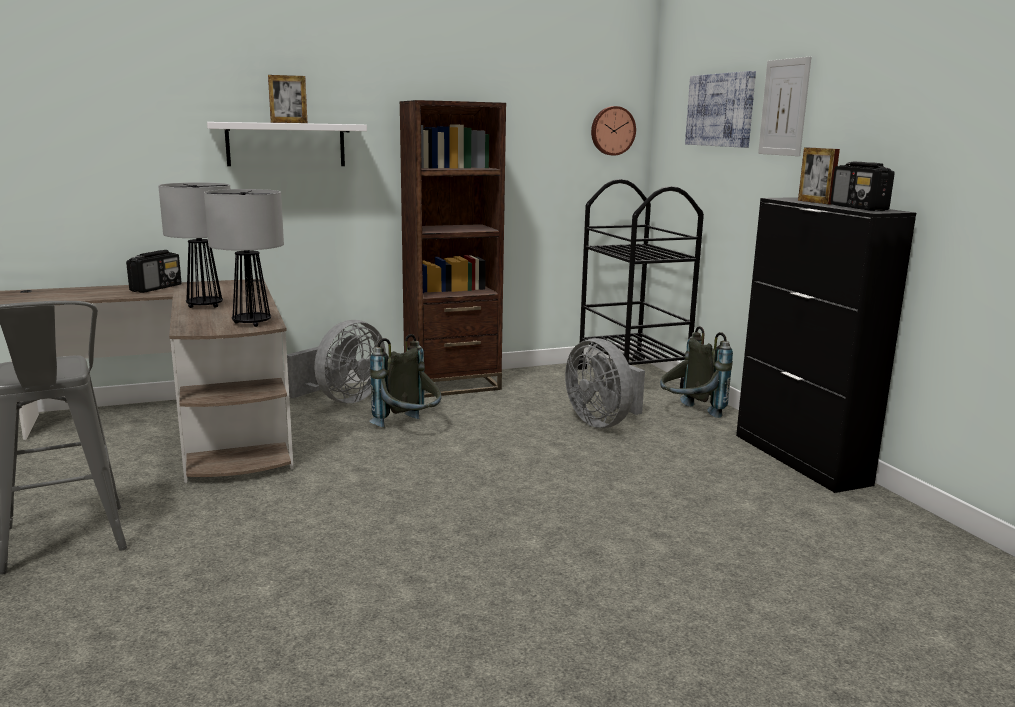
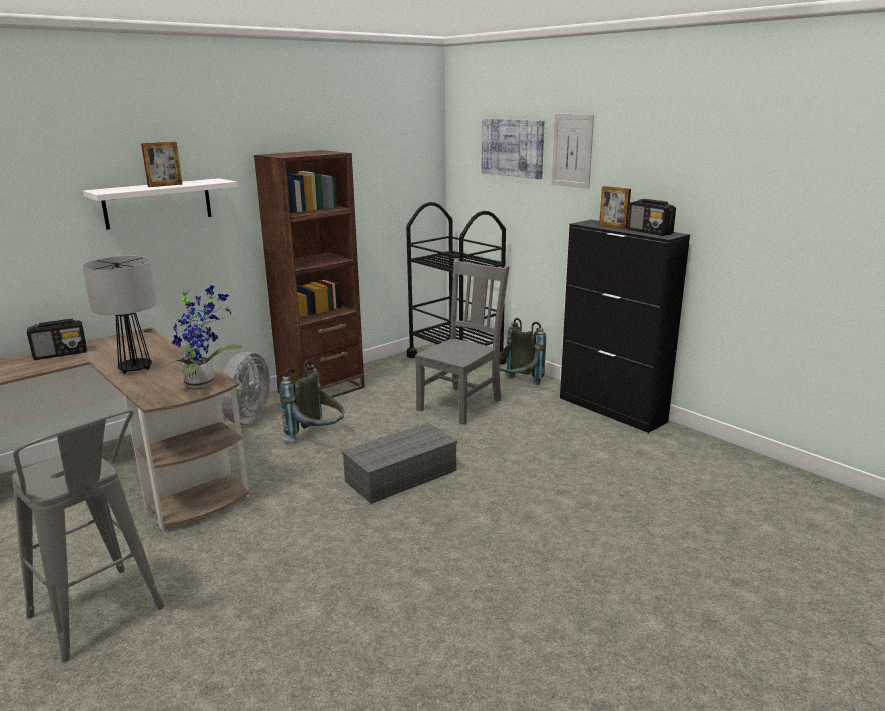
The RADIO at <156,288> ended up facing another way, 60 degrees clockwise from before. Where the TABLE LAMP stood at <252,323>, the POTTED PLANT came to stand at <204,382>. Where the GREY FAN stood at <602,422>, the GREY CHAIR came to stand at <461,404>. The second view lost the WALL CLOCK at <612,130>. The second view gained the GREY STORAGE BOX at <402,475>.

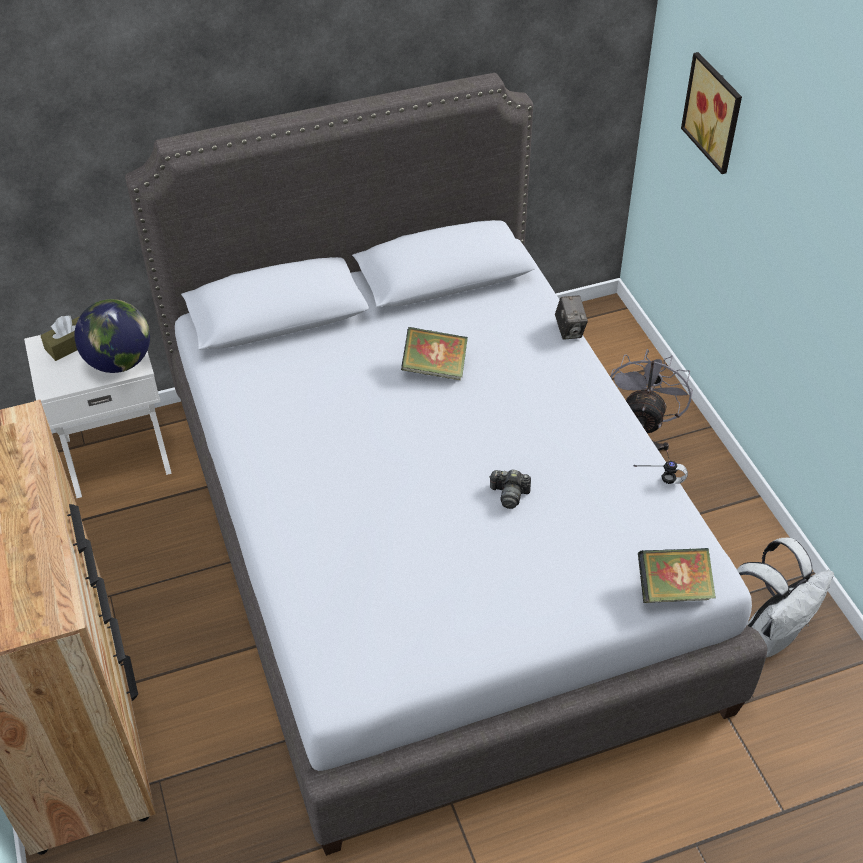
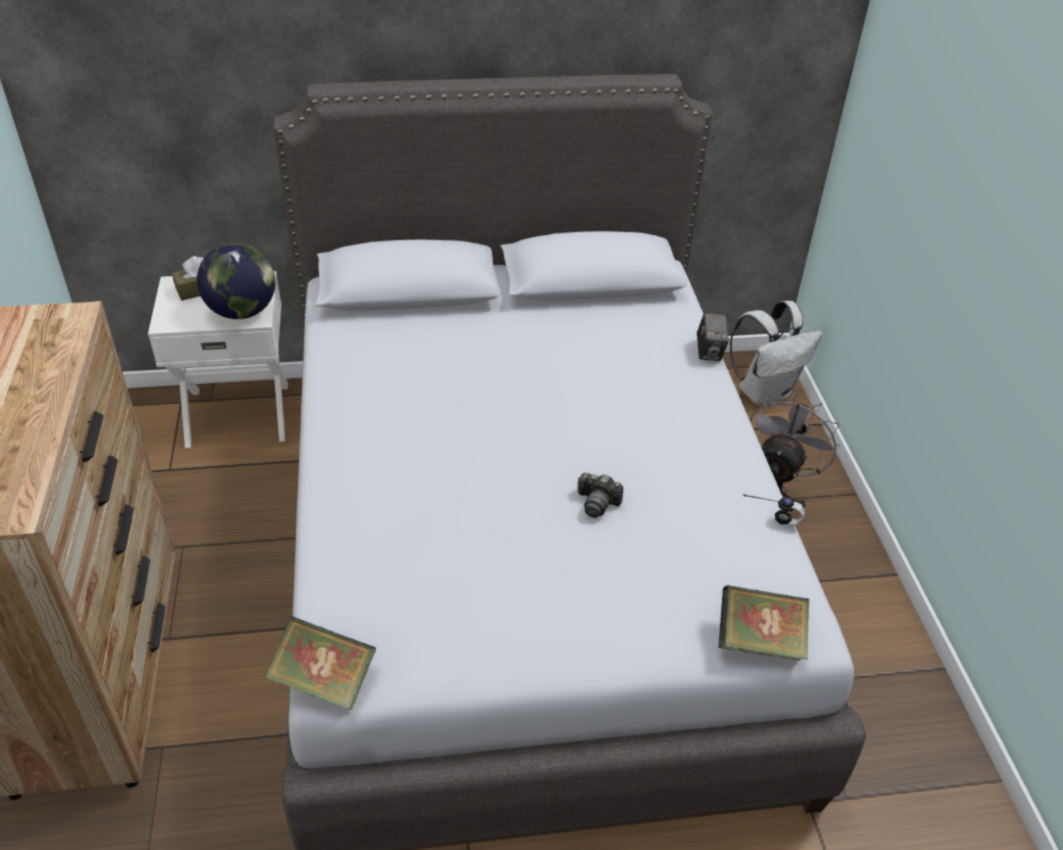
The BOOK ended up elsewhere, having gone from <434,368> to <324,681>. The second view lost the PICTURE at <715,112>. The WHITE BACKPACK ended up elsewhere, having gone from <768,633> to <765,392>.

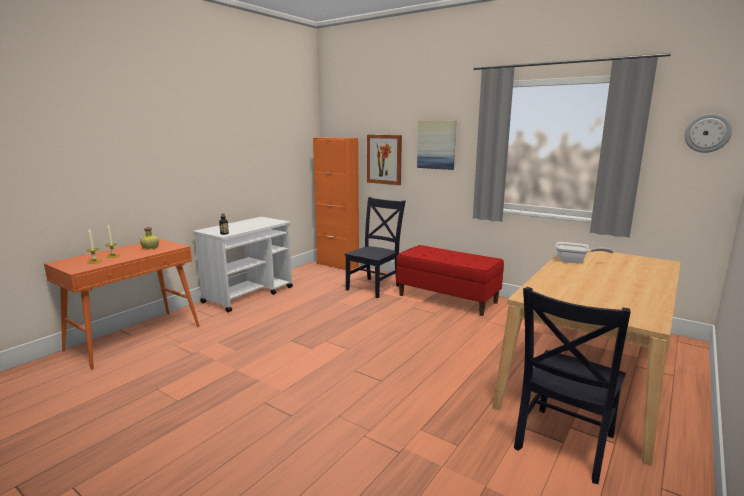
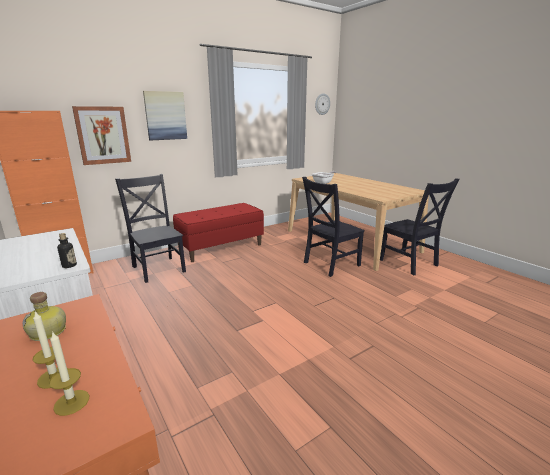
The second view gained the BLACK CHAIR at <329,264>.

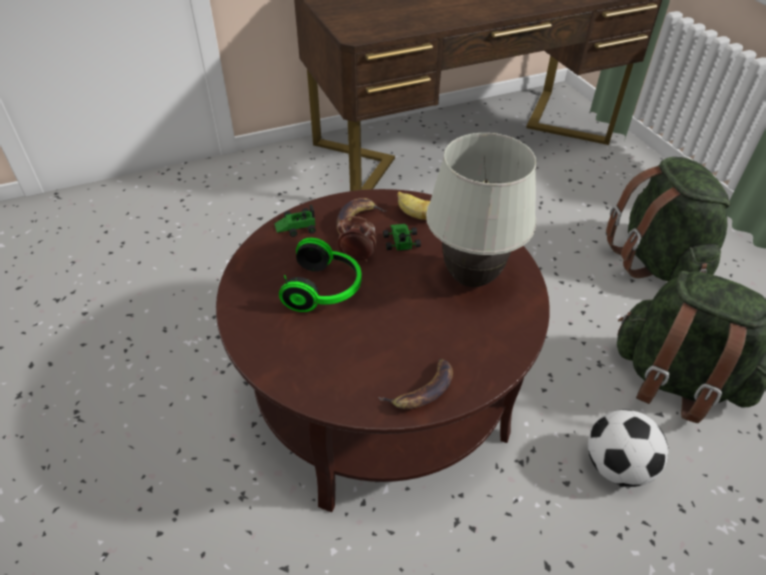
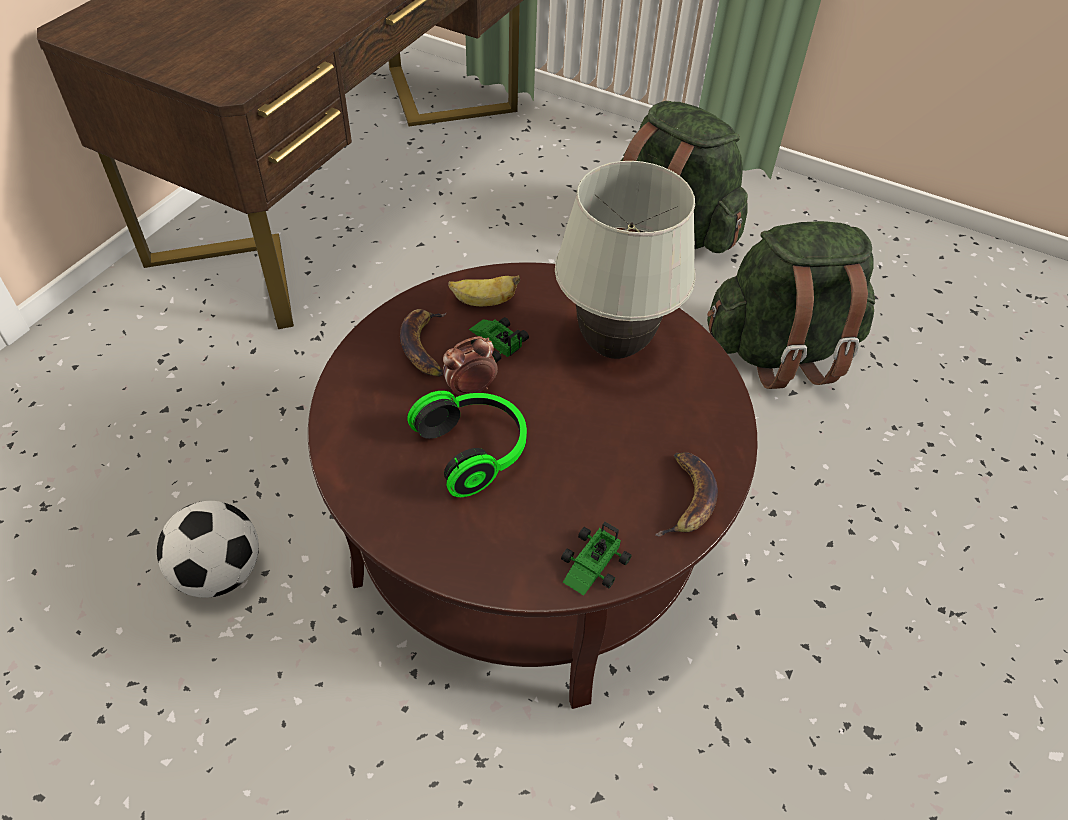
The TOY CAR ended up elsewhere, having gone from <295,226> to <591,566>. The FOOTBALL ended up elsewhere, having gone from <616,466> to <220,572>.

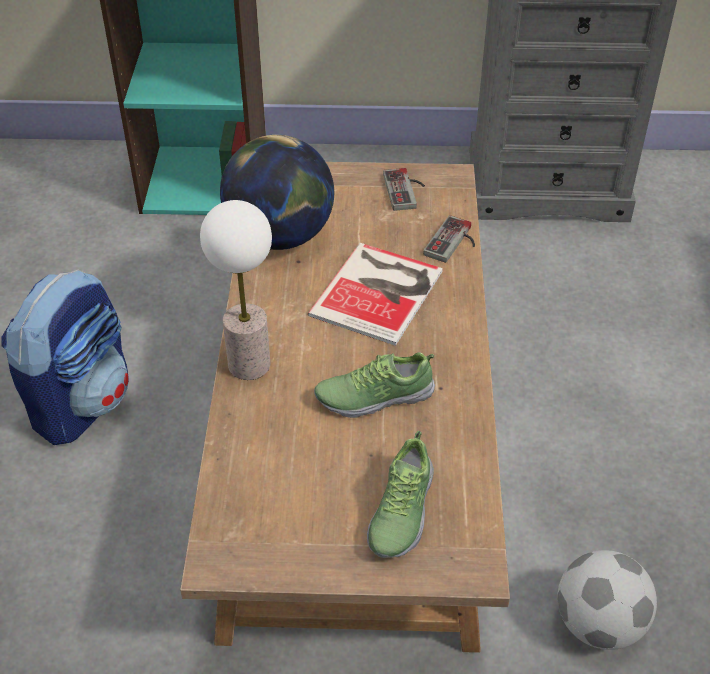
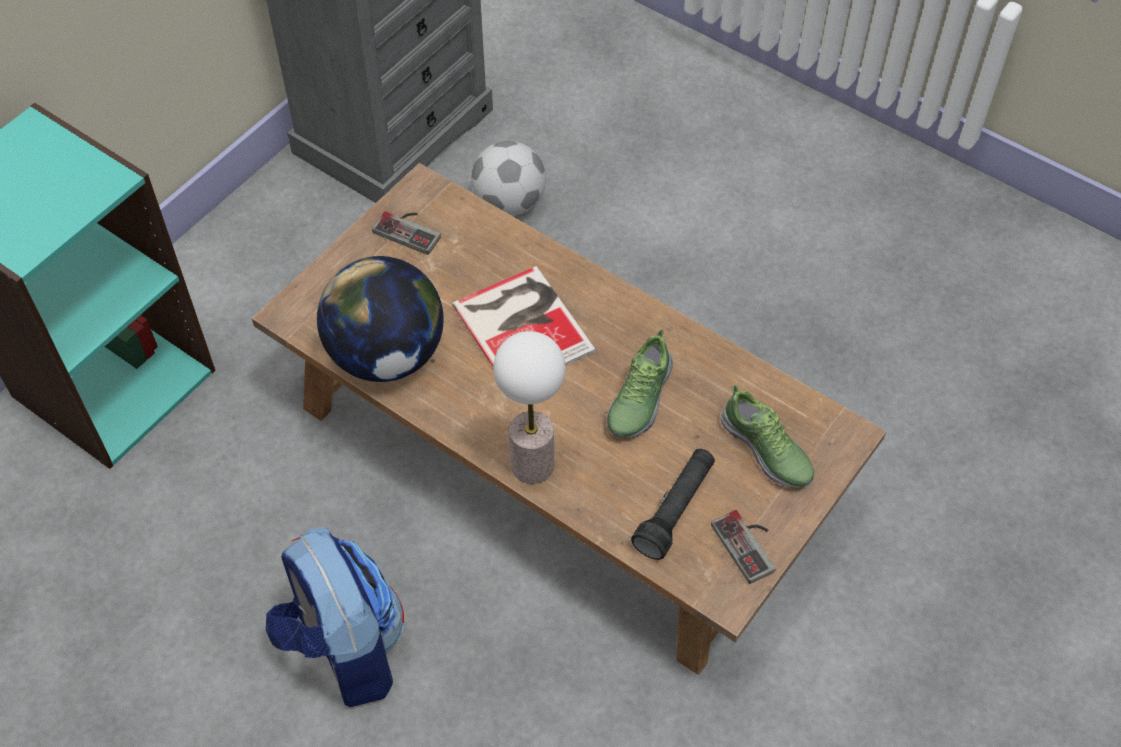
The GAME CONTROLLER ended up elsewhere, having gone from <454,243> to <750,544>. The FOOTBALL ended up elsewhere, having gone from <599,623> to <509,203>. The second view gained the BLACK FLASHLIGHT at <675,510>.

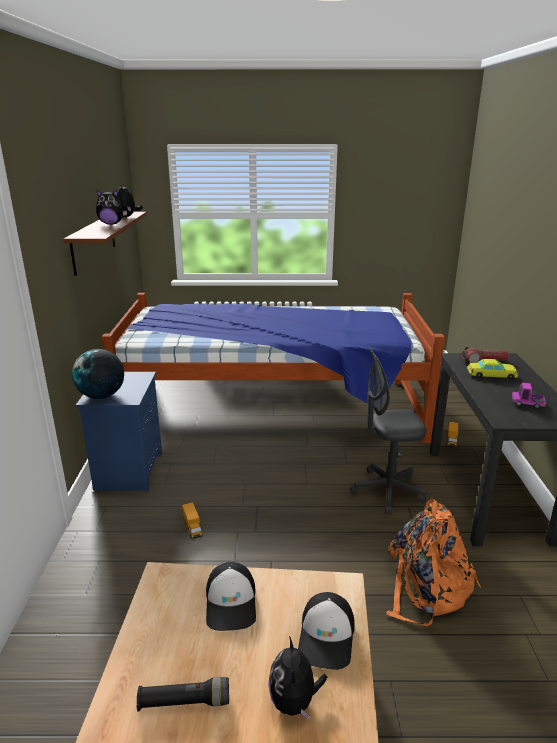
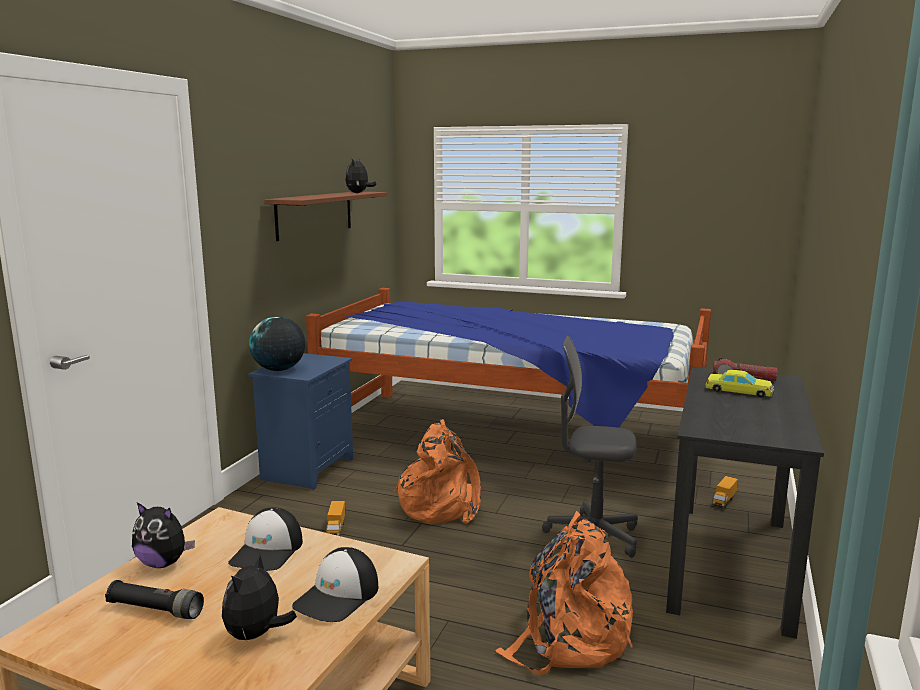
The PLUSH TOY ended up elsewhere, having gone from <111,224> to <163,563>. The second view lost the TOY TRUCK at <527,403>. The second view gained the ORANGE BACKPACK at <441,505>.

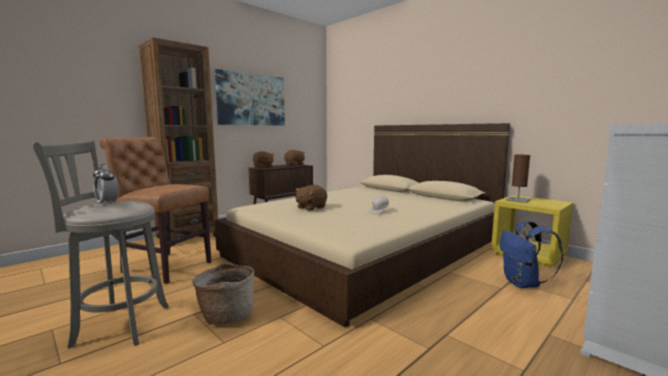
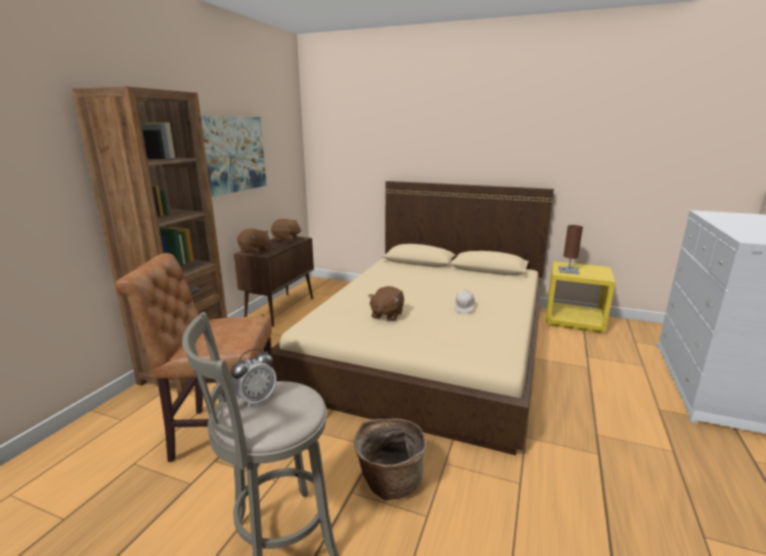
The ALARM CLOCK at <107,203> ended up facing another way, 60 degrees counterclockwise from before. The second view lost the BLUE BACKPACK at <523,284>.

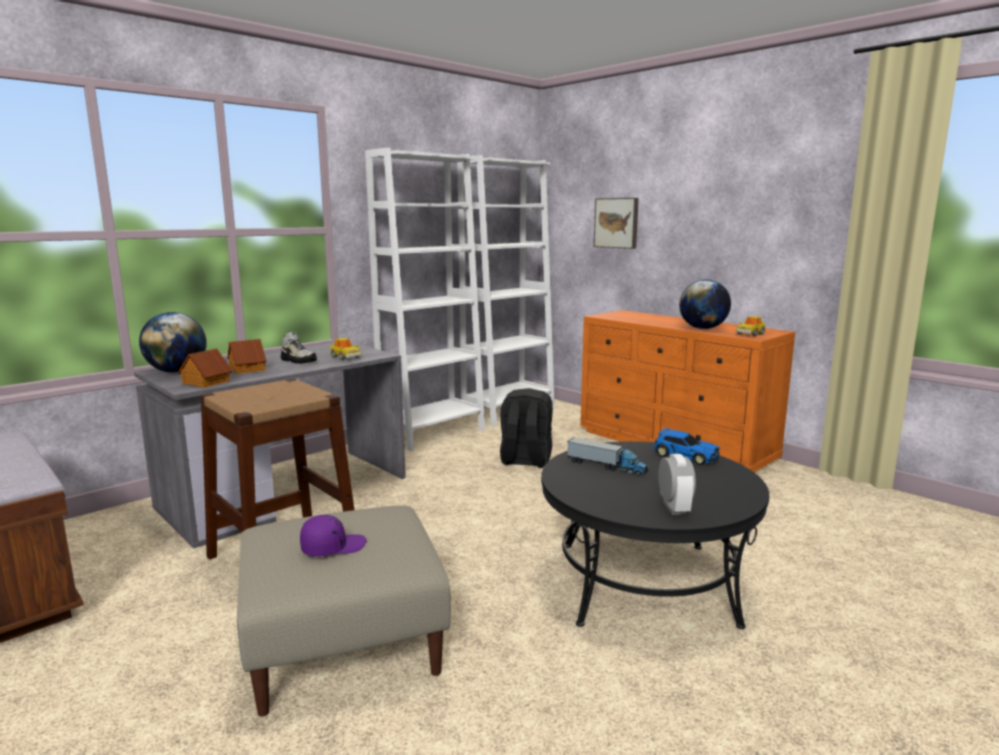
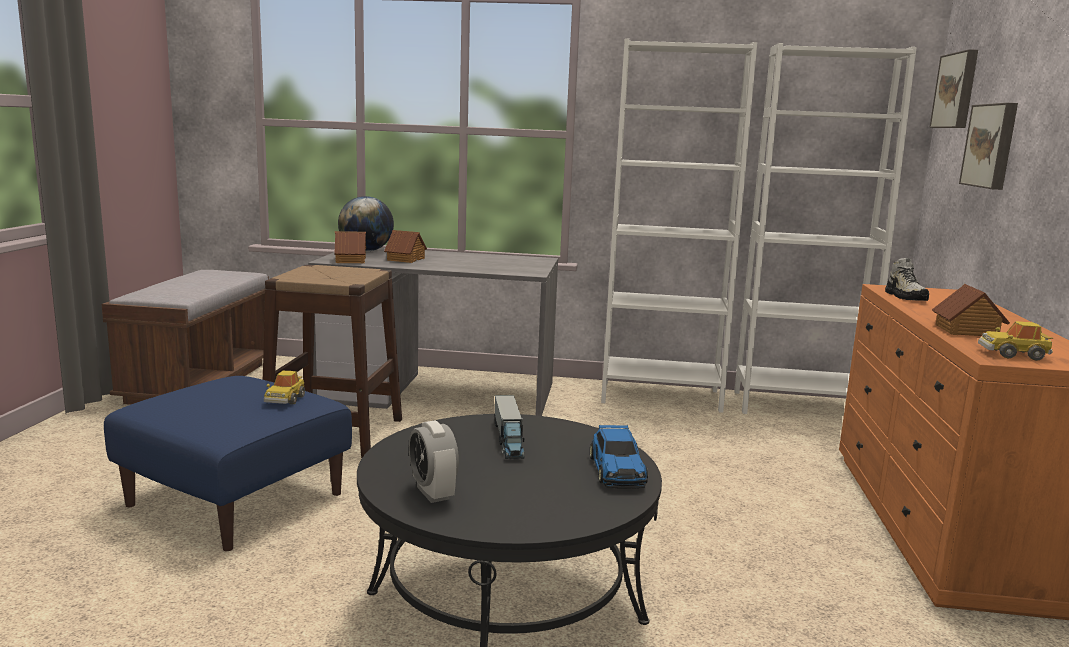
What was the BEIGE OTTOMAN at <345,643> turned into the BLUE OTTOMAN at <237,499>. The SHOE ended up elsewhere, having gone from <298,361> to <905,297>. The second view lost the PURPLE CAP at <333,547>. The TOY CAR ended up elsewhere, having gone from <345,357> to <285,399>. The second view lost the BLACK BACKPACK at <525,461>. The ALARM CLOCK at <674,507> ended up facing another way, 105 degrees clockwise from before. Where the GLOBE stood at <703,328>, the TOY HOUSE came to stand at <966,331>. The second view gained the PICTURE at <957,91>.

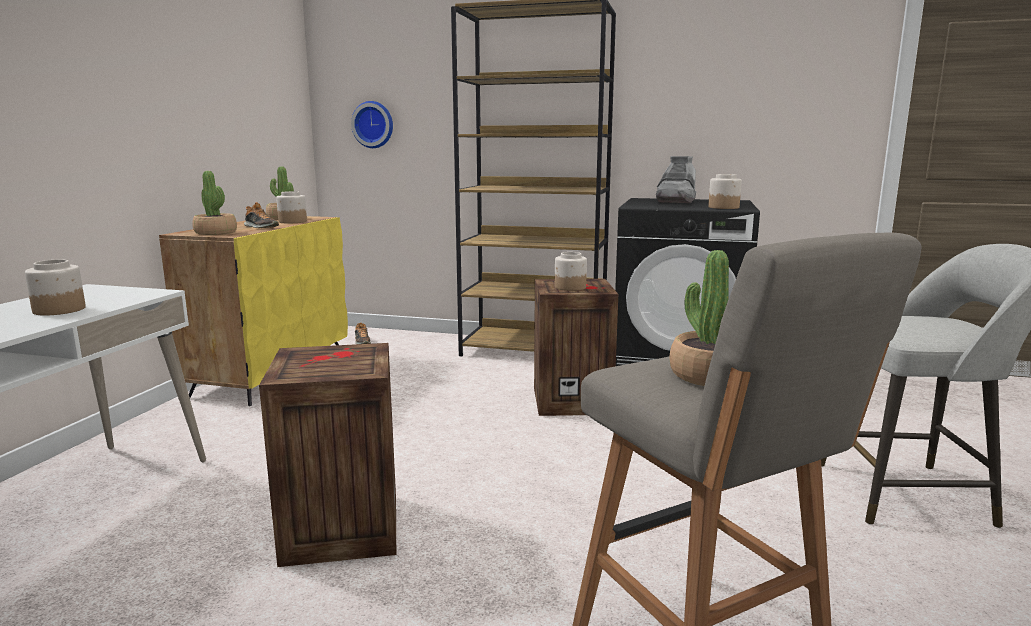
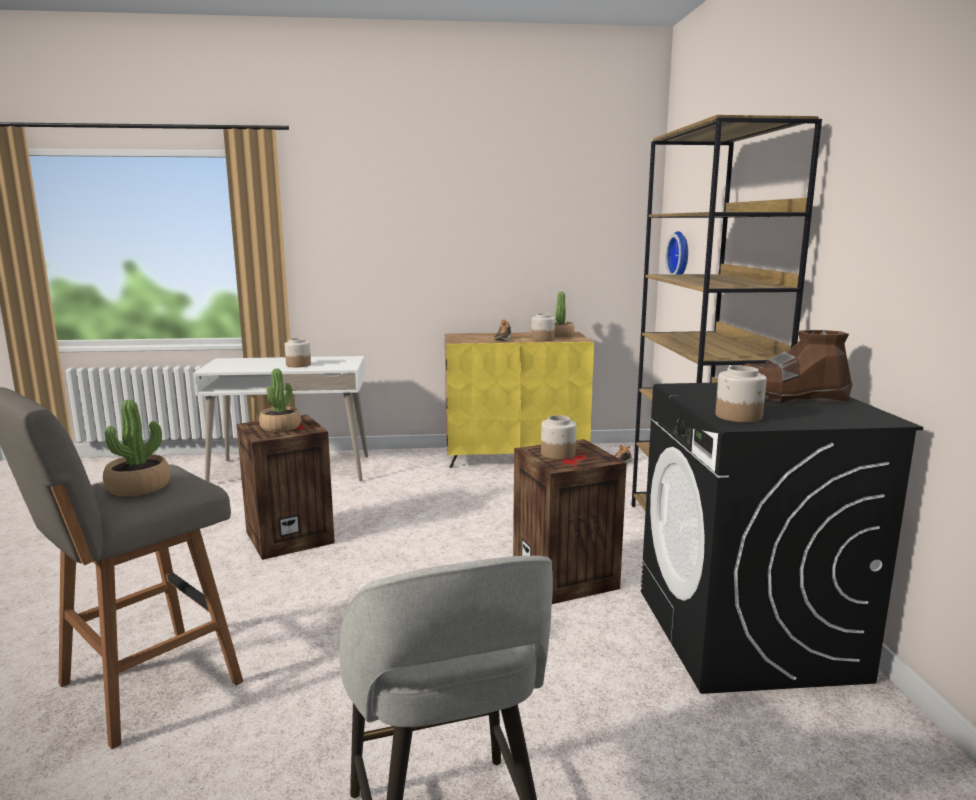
The POTTED PLANT ended up elsewhere, having gone from <216,233> to <280,427>. What was the GREY BOOT at <676,201> turned into the BROWN BOOT at <788,397>.

